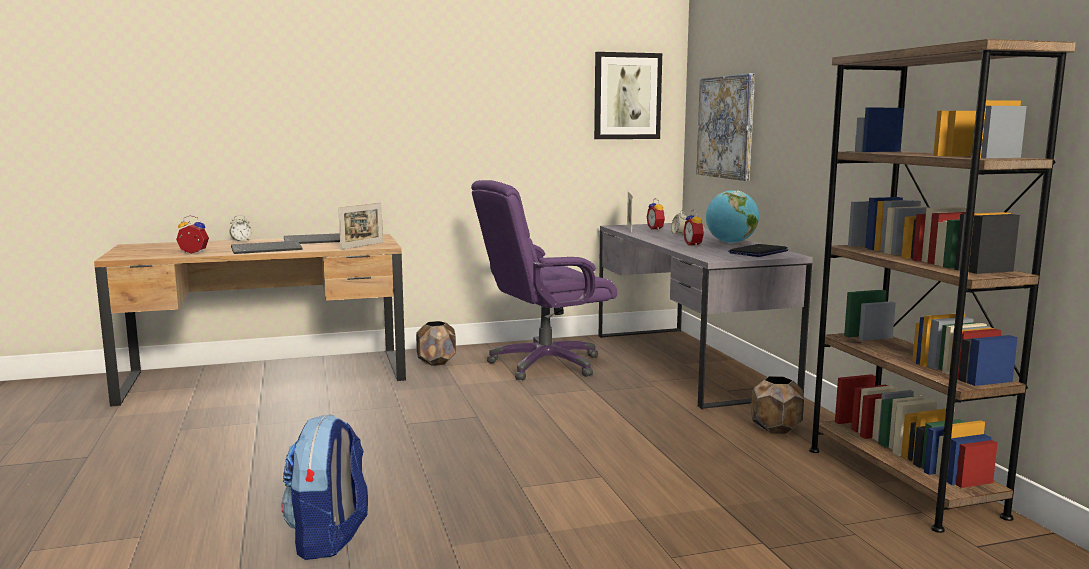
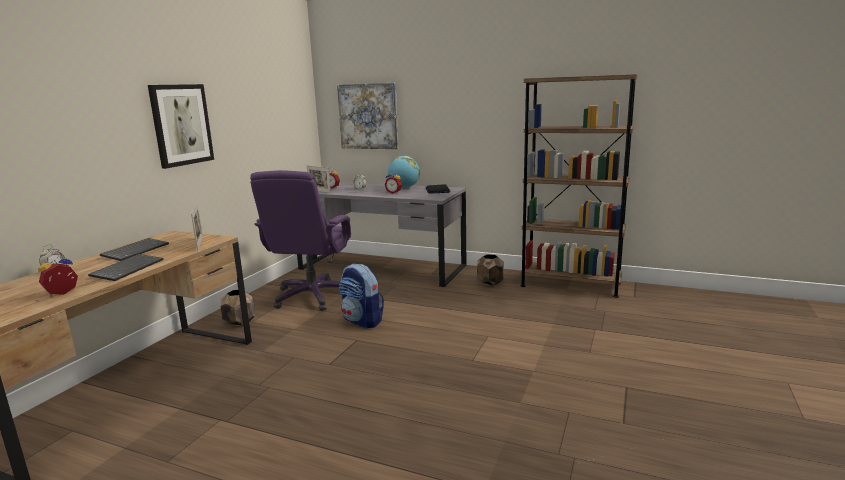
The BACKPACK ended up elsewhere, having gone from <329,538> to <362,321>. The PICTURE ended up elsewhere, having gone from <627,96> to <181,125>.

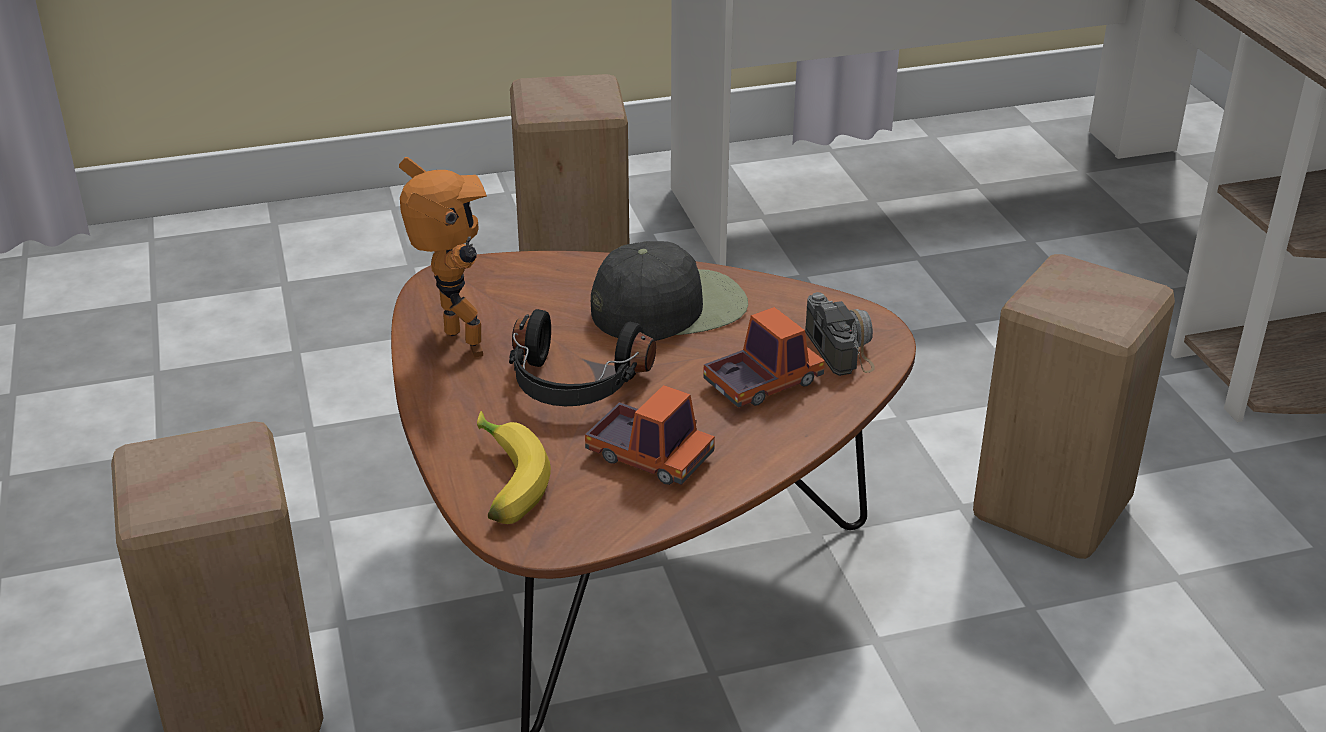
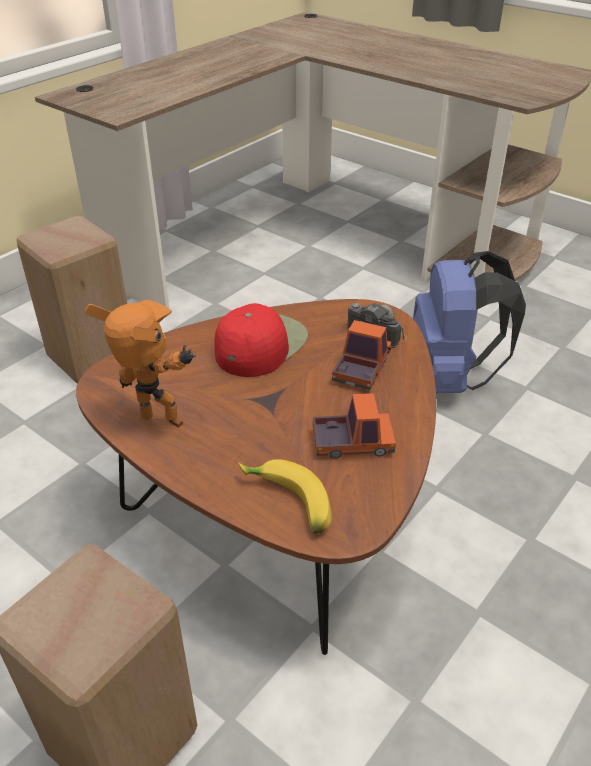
The second view lost the BLACK HEADPHONES at <574,385>. What was the BLACK CAP at <669,306> turned into the RED CAP at <260,344>. Where the BEIGE STOOL stood at <1053,512>, the BLUE BACKPACK came to stand at <448,380>.

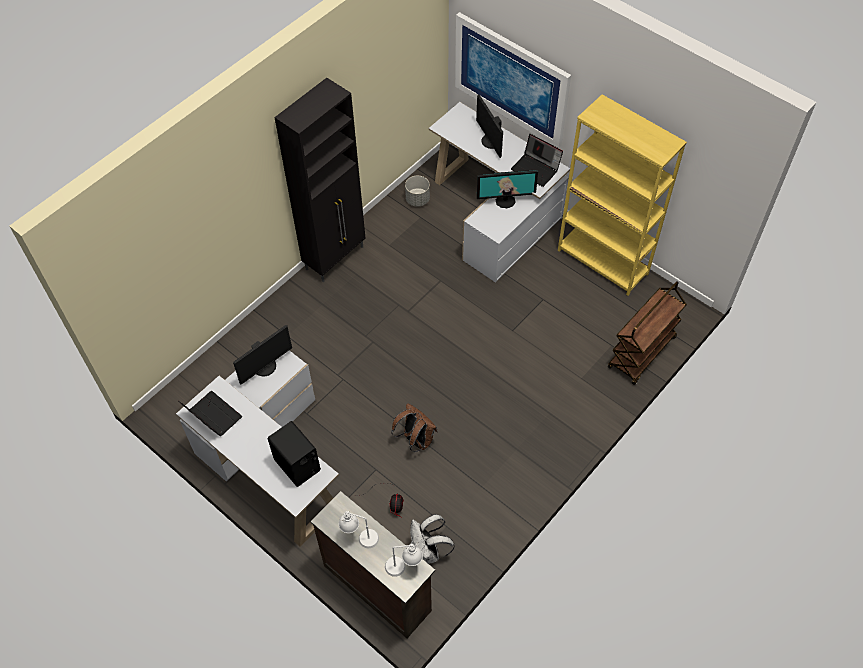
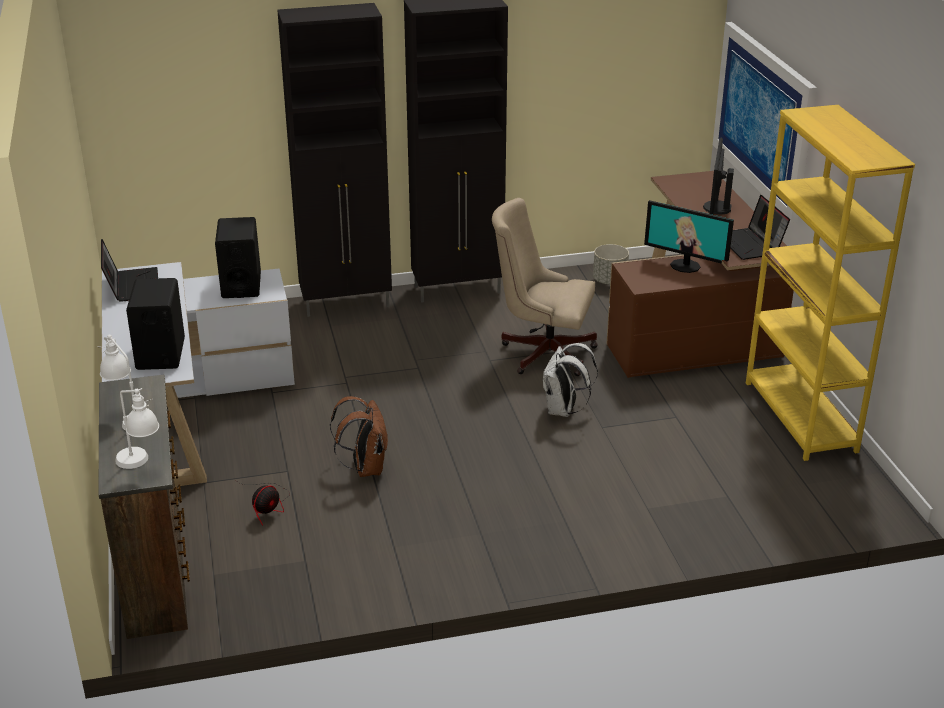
Where the MONITOR stood at <265,367>, the BLACK SPEAKER came to stand at <241,285>. The WHITE BACKPACK ended up elsewhere, having gone from <429,551> to <563,410>. What was the WHITE DESK at <496,214> turned into the BROWN DESK at <696,325>. The second view lost the BROWN CART at <642,353>. The second view gained the BLACK CABINET at <347,303>. The second view gained the BEIGE OFFICE CHAIR at <542,352>.

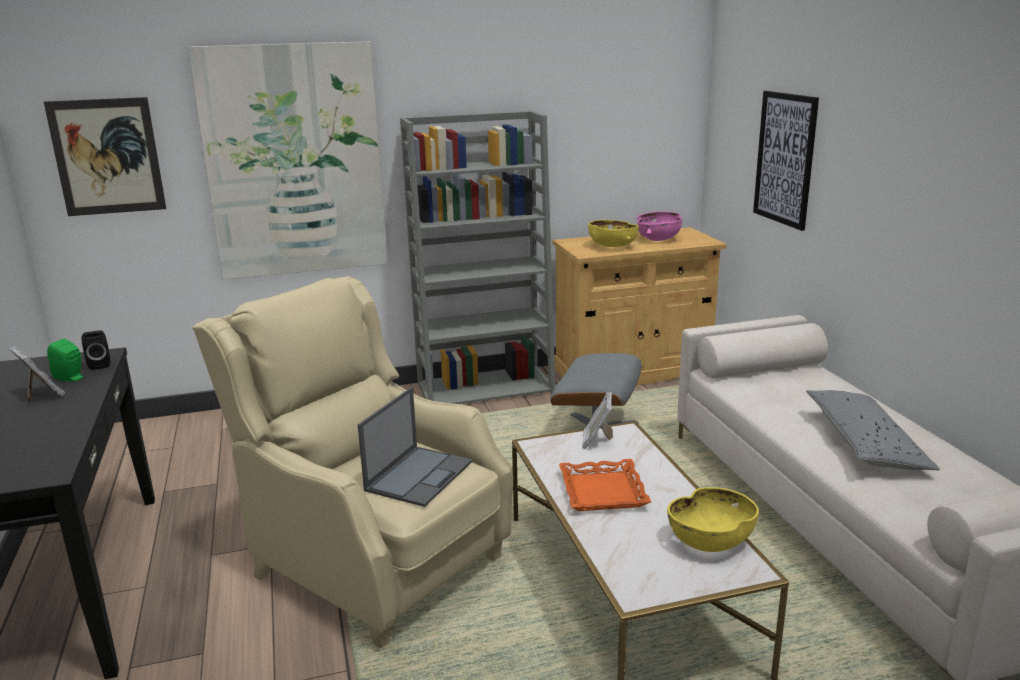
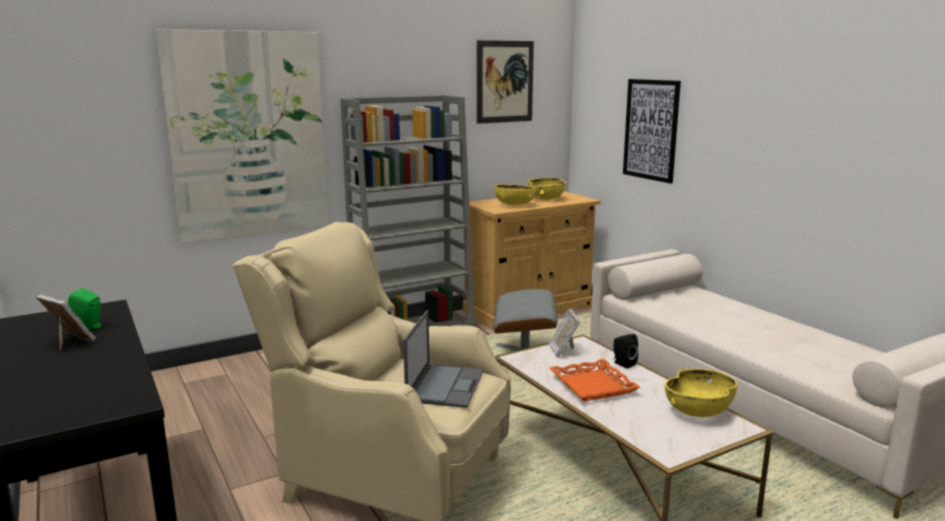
The PICTURE ended up elsewhere, having gone from <107,157> to <505,82>. The BLACK SPEAKER ended up elsewhere, having gone from <100,364> to <623,363>. What was the PINK BOWL at <658,239> turned into the YELLOW BOWL at <546,199>. The second view lost the GREY PILLOW at <865,443>.

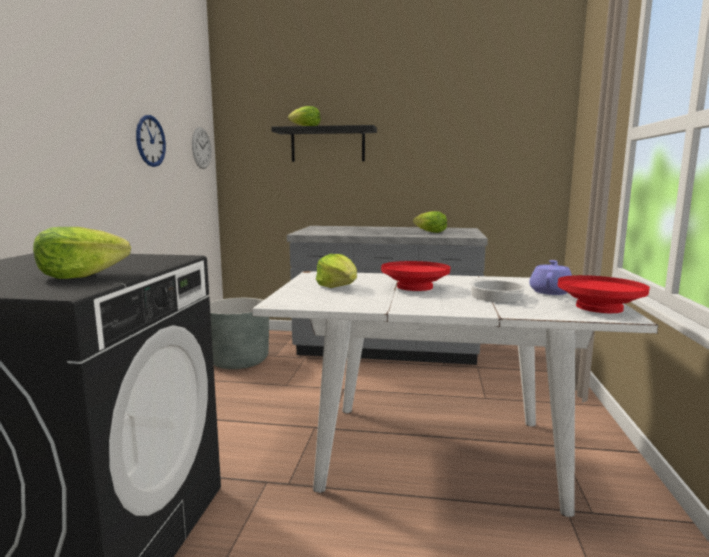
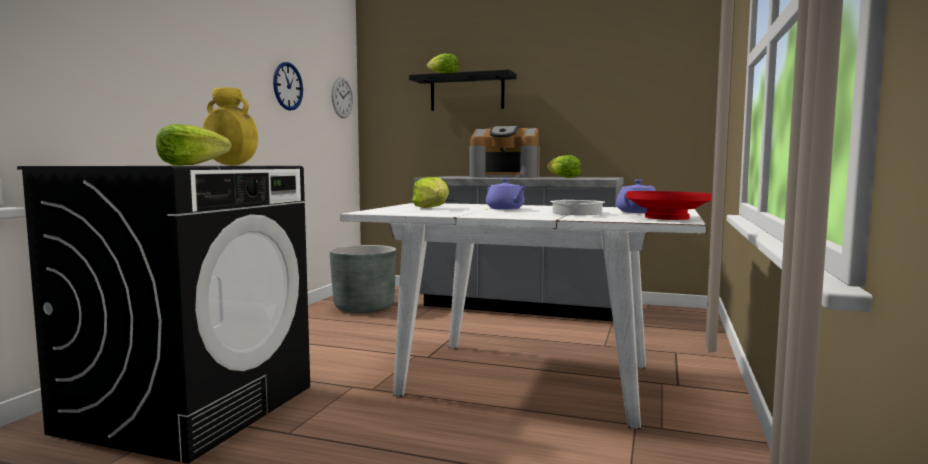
Where the RED BOWL stood at <415,287>, the PURPLE TEAPOT came to stand at <505,209>. The second view gained the YELLOW VASE at <232,165>. The second view gained the COFFEE MACHINE at <505,177>.

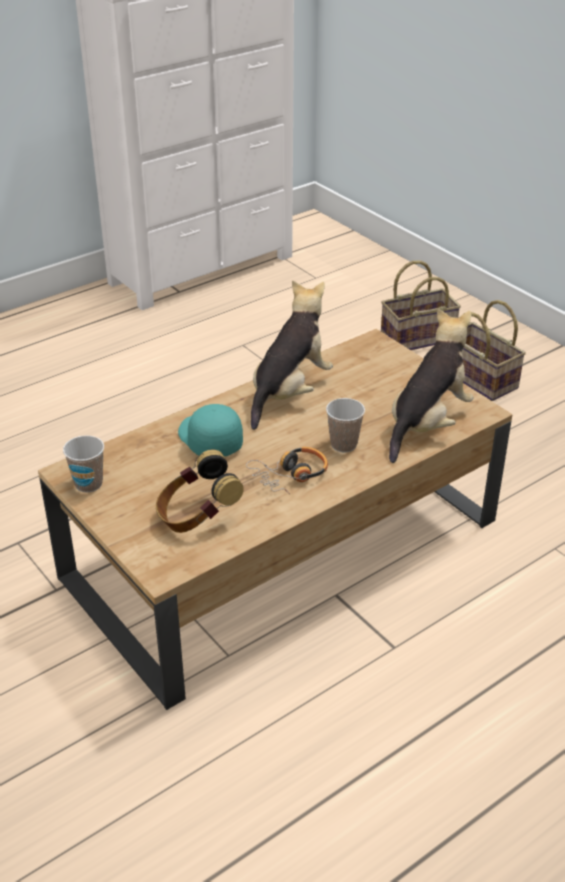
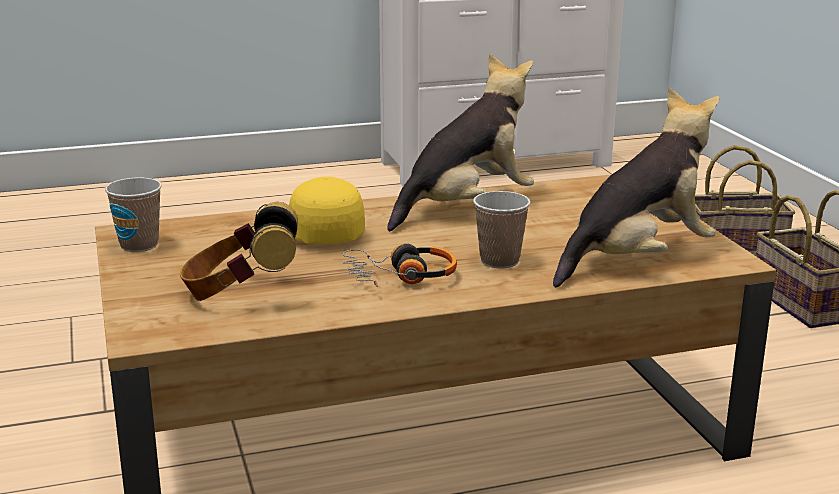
What was the TURQUOISE CAP at <208,440> turned into the YELLOW CAP at <323,232>.

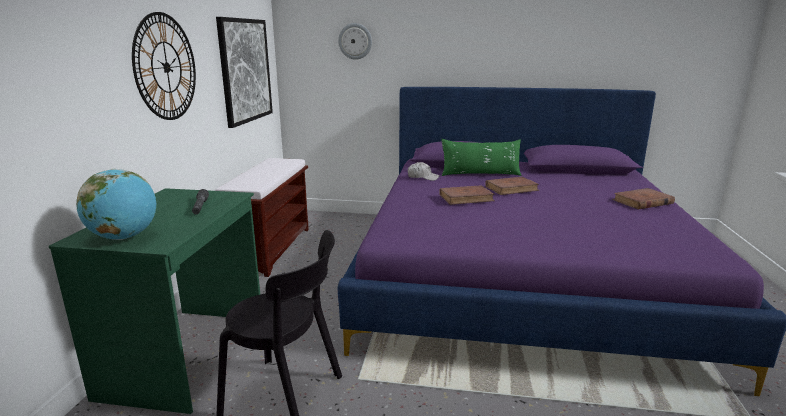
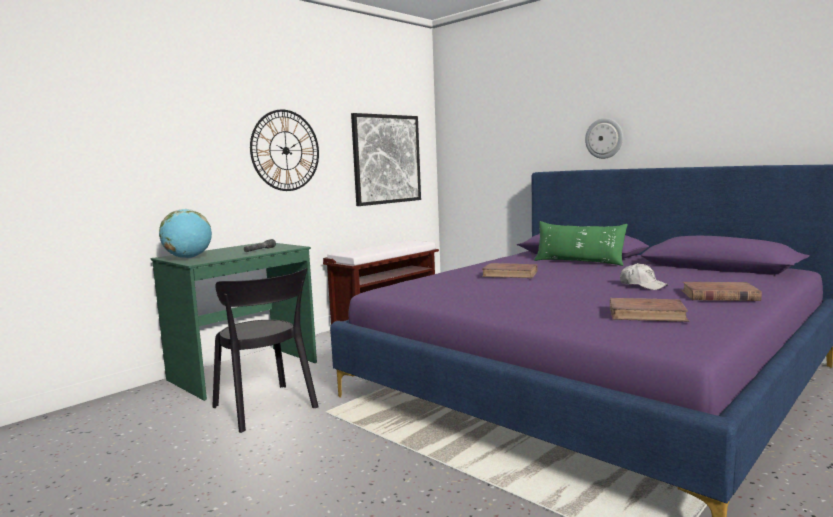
The WALL CLOCK ended up elsewhere, having gone from <355,41> to <604,138>. The WHITE CAP ended up elsewhere, having gone from <422,177> to <642,285>. The BROWN BOOK ended up elsewhere, having gone from <511,188> to <647,314>.

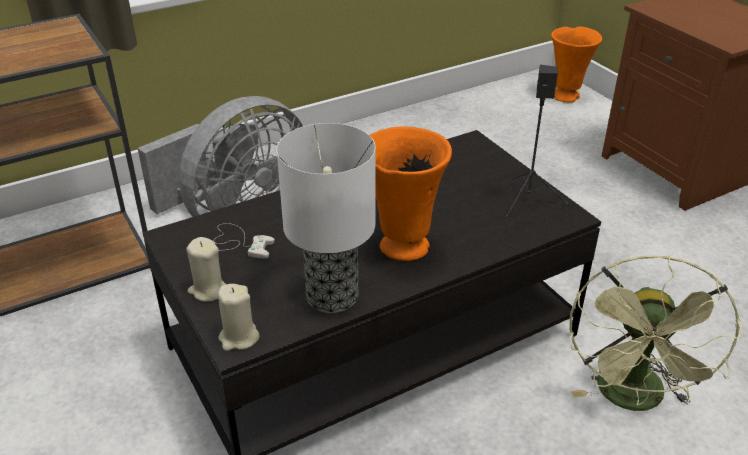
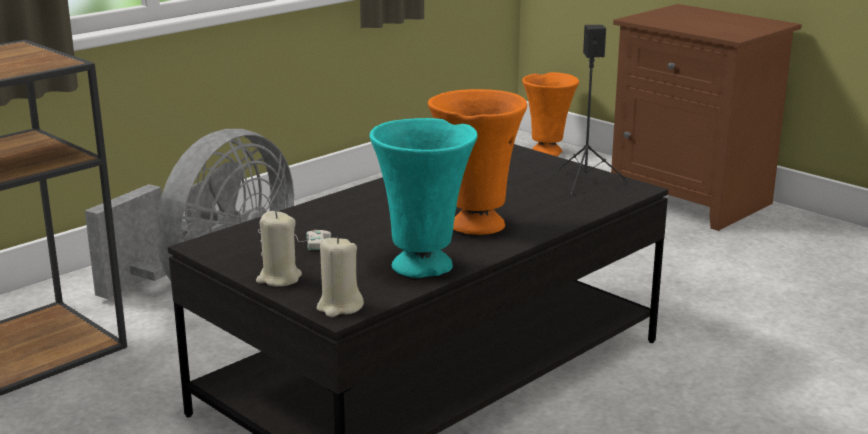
Where the TABLE LAMP stood at <333,296>, the TURQUOISE VASE came to stand at <424,267>. The second view lost the GREEN FAN at <633,399>.

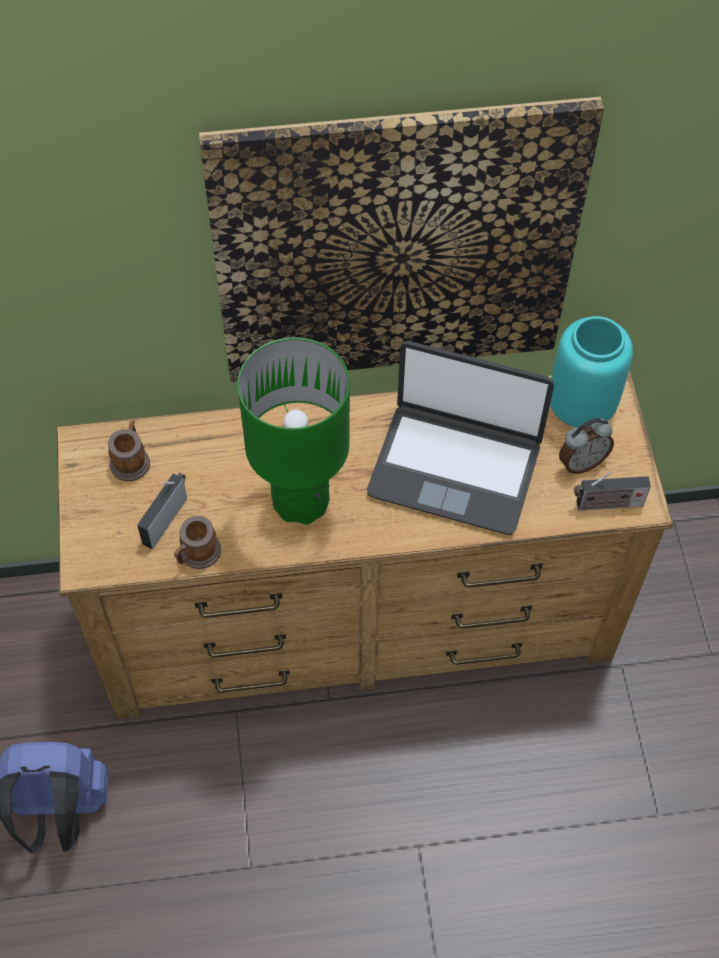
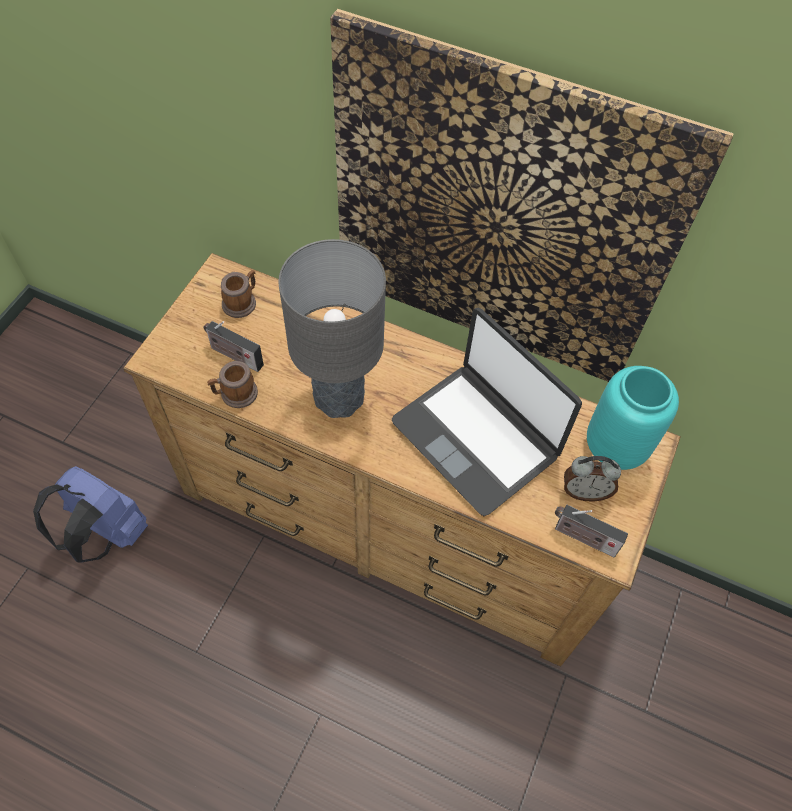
The RADIO at <166,518> ended up facing another way, 120 degrees counterclockwise from before. What was the GREEN TABLE LAMP at <301,501> turned into the GREY TABLE LAMP at <339,398>.

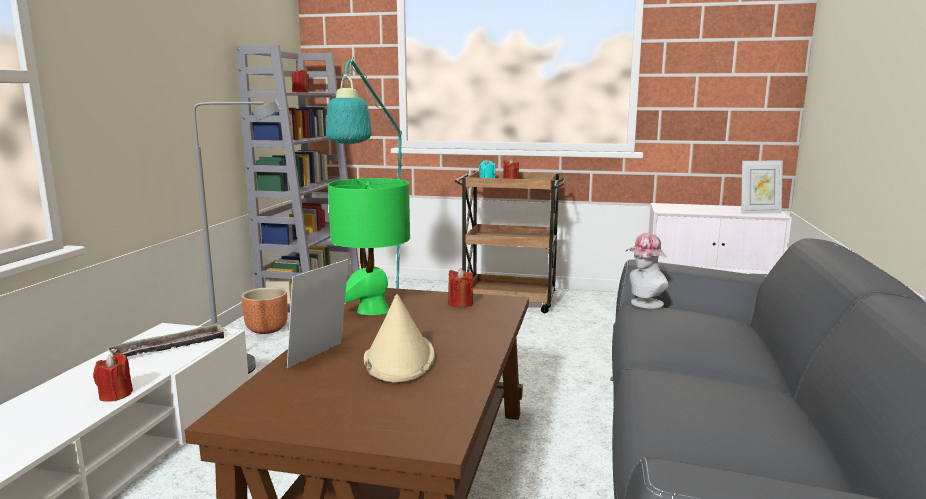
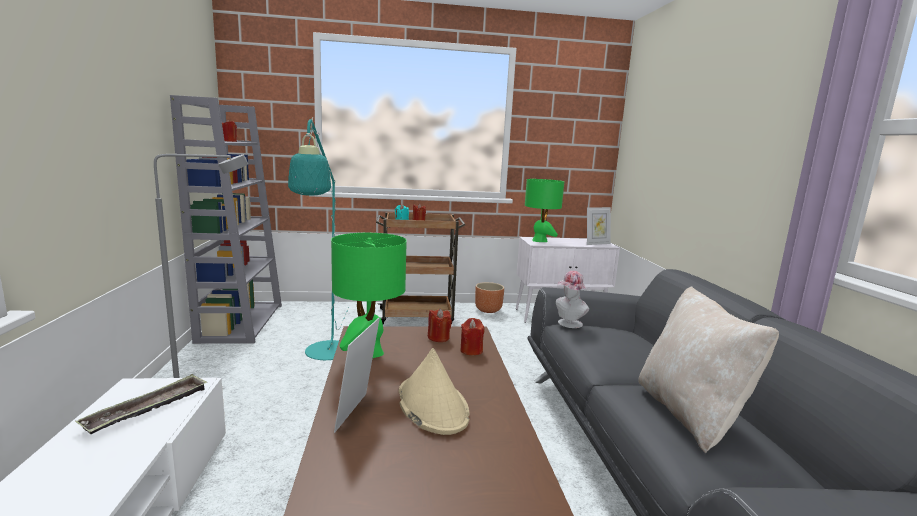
The RED CANDLE ended up elsewhere, having gone from <115,395> to <471,350>. The BROWN PLANTER ended up elsewhere, having gone from <267,329> to <488,310>. The second view gained the GREEN TABLE LAMP at <539,241>. The second view gained the BEIGE PILLOW at <690,414>.

